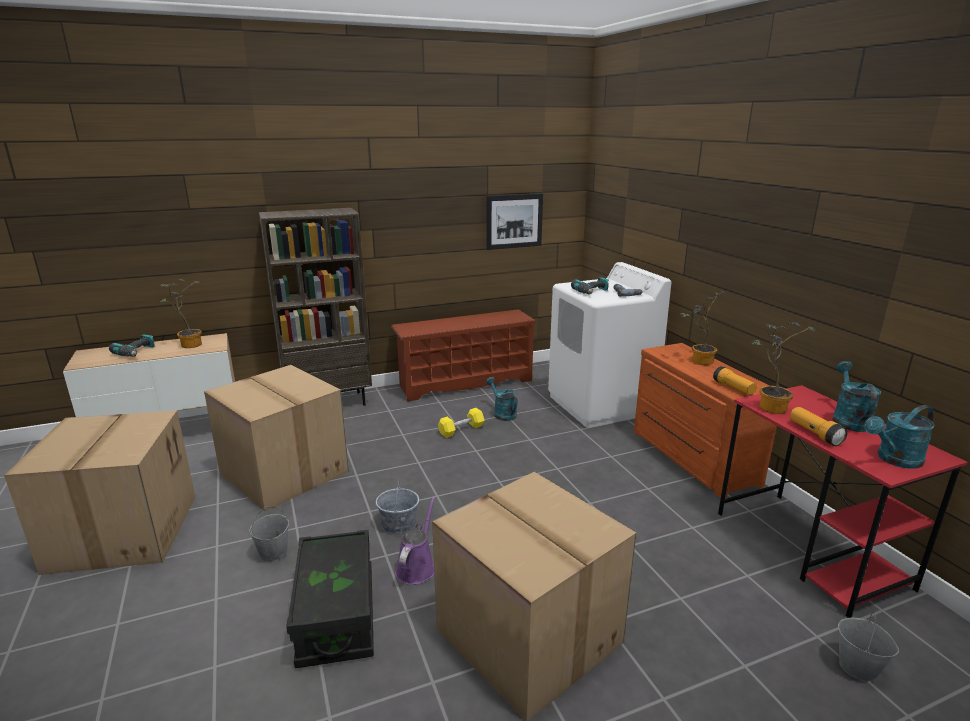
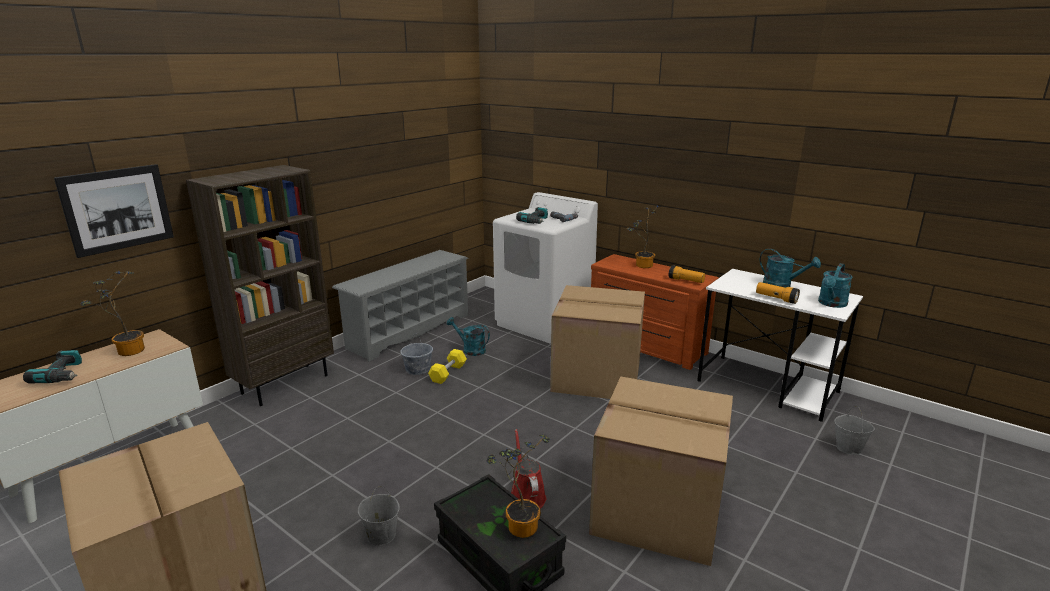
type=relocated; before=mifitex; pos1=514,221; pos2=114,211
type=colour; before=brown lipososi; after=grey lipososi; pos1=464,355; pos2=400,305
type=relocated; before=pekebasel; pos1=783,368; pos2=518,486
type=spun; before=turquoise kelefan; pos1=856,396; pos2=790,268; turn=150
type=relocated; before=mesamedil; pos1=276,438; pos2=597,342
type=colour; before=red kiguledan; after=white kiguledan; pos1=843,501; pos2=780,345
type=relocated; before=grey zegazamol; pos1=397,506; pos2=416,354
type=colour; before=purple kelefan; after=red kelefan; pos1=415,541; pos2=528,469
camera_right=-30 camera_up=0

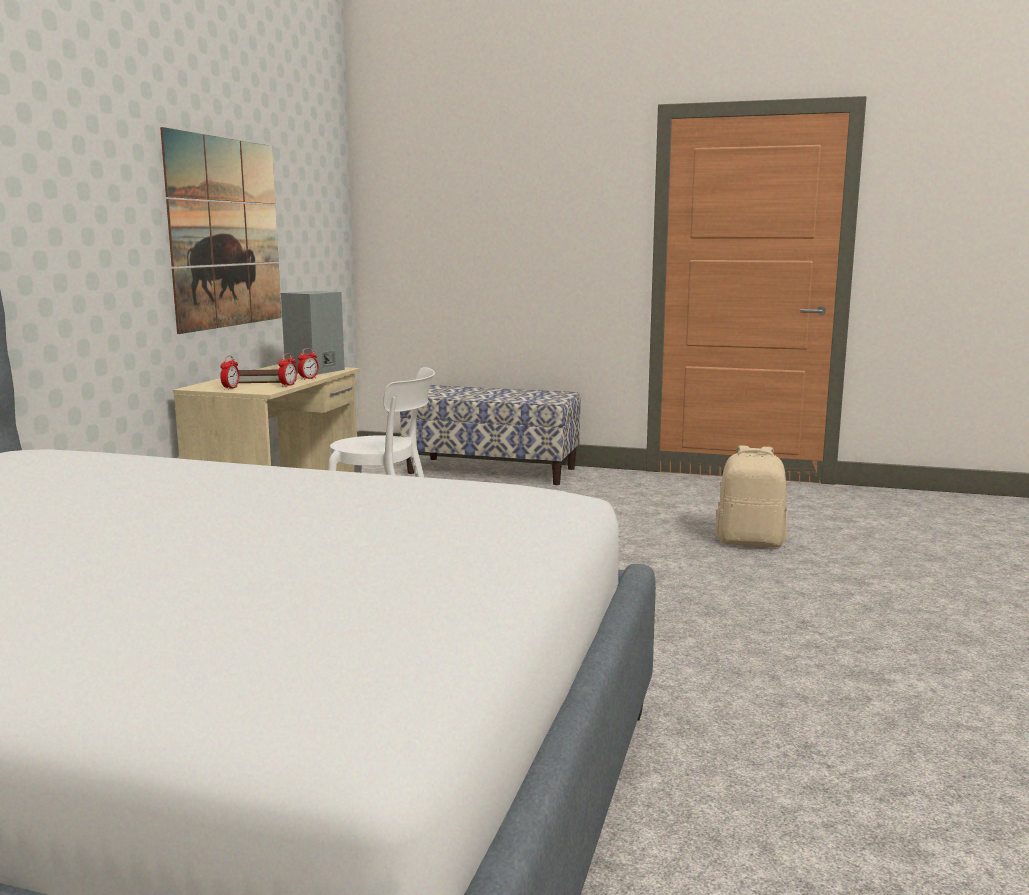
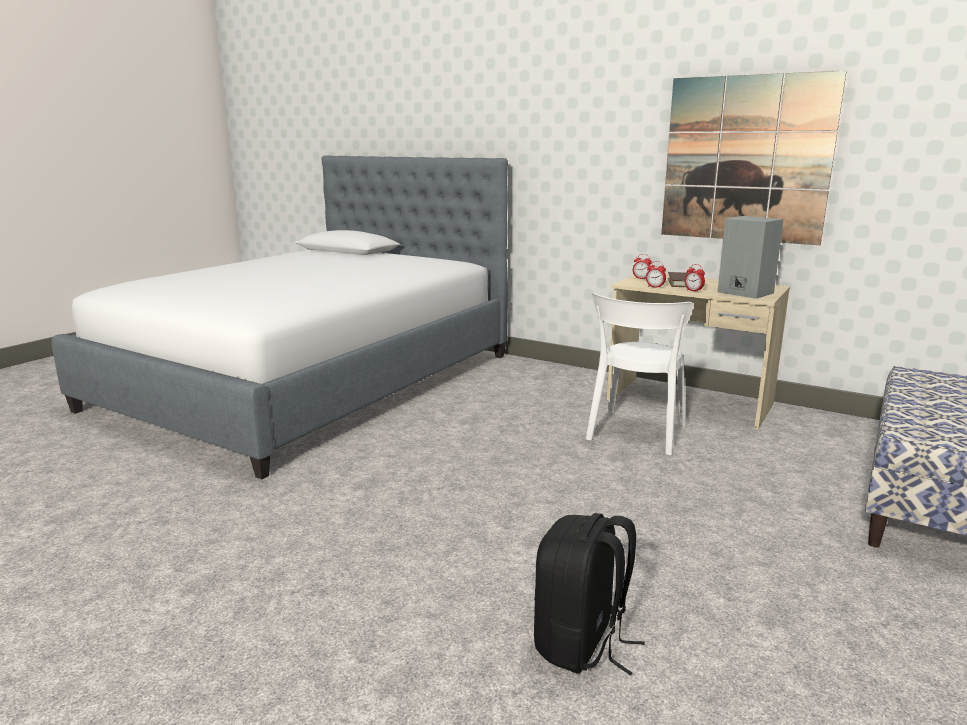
type=colour; before=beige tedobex; after=black tedobex; pos1=752,496; pos2=589,594
camera_right=105 camera_up=5

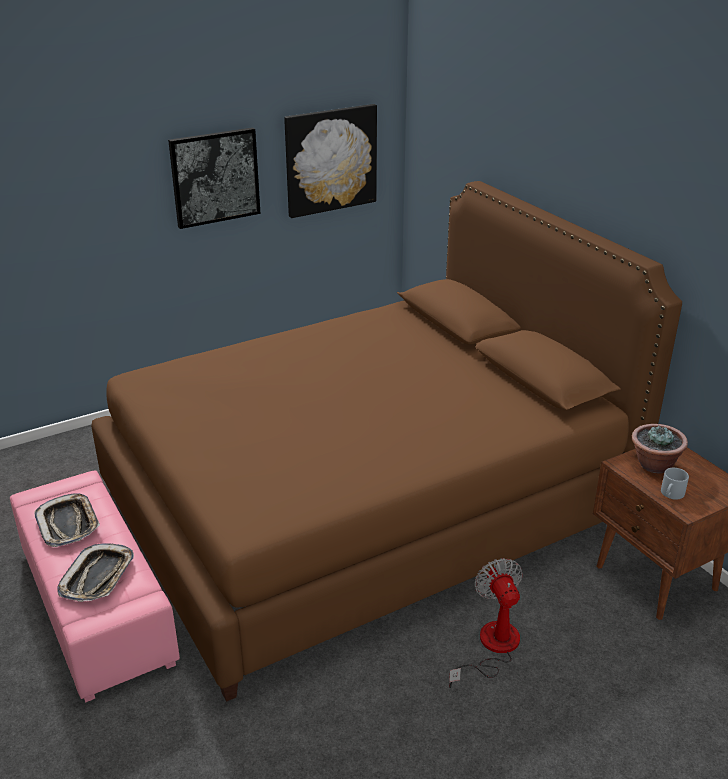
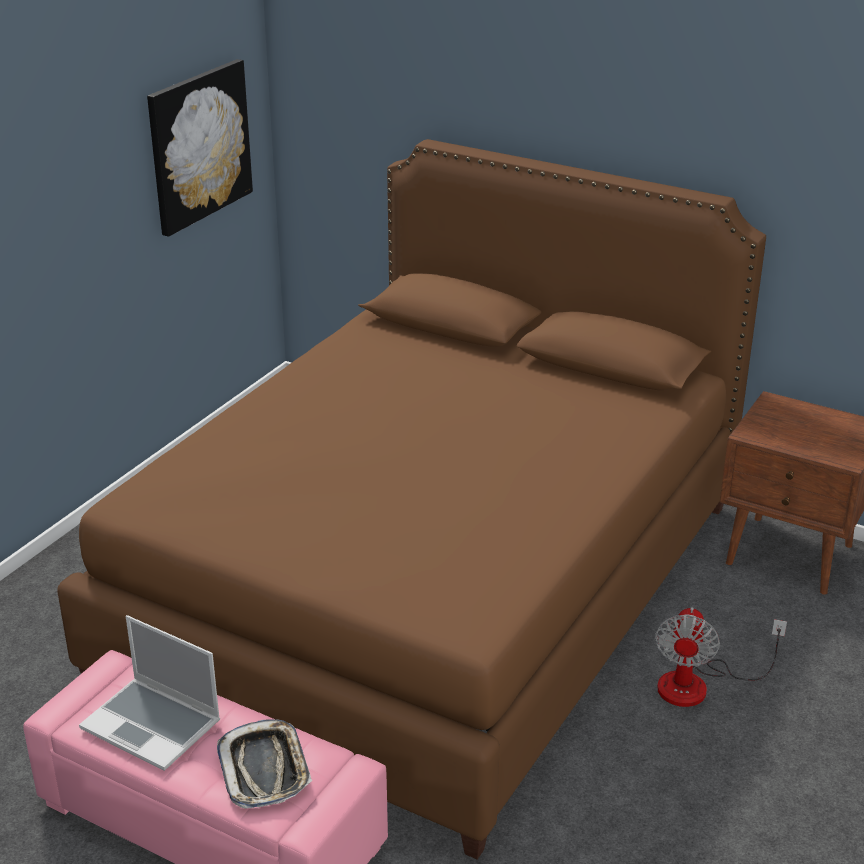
type=missing; before=mifitex; pos1=214,178
type=missing; before=pekebasel; pos1=660,448
type=missing; before=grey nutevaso; pos1=675,484
type=exchanged; before=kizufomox; after=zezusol; pos1=67,520; pos2=149,693
type=spun; before=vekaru; pos1=486,623; pos2=721,657; turn=-120
camera_right=-30 camera_up=0

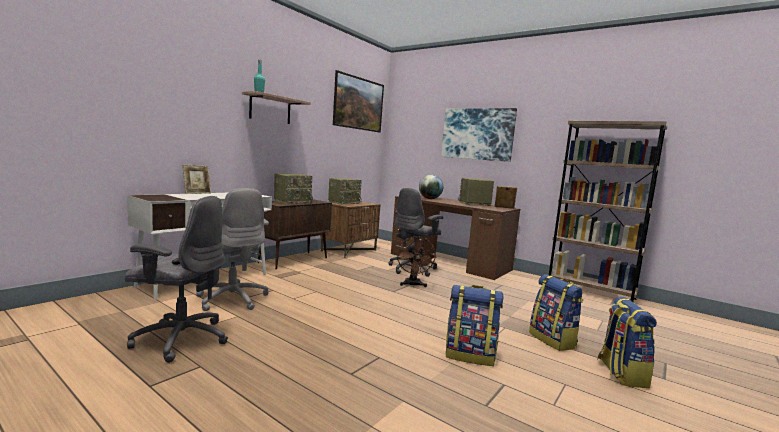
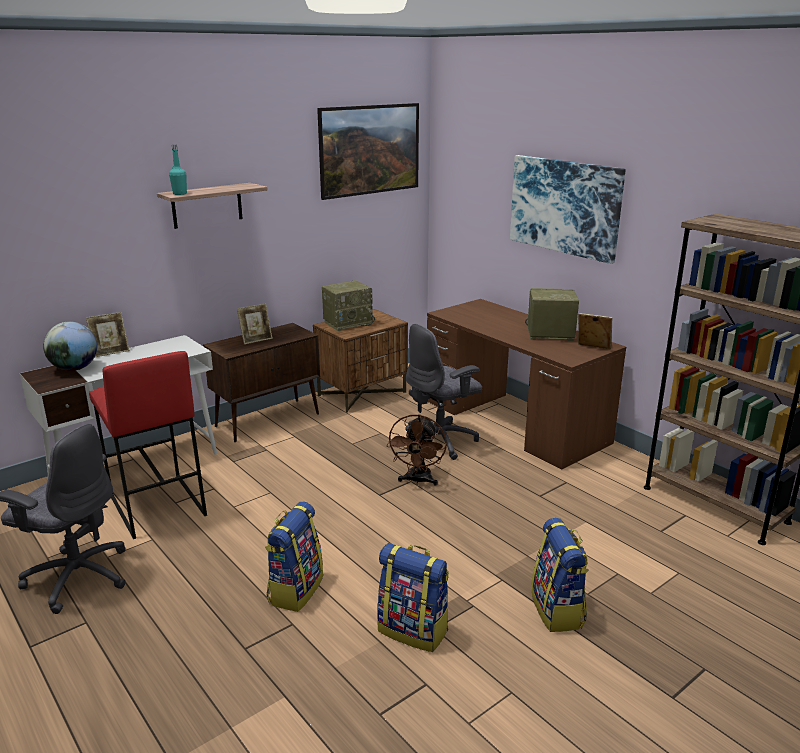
type=exchanged; before=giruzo; after=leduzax; pos1=293,188; pos2=255,324
type=relocated; before=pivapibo; pos1=431,187; pos2=70,346
type=exchanged; before=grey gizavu; after=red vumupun; pos1=232,249; pos2=148,445
type=relocated; before=tedobex; pos1=627,342; pos2=294,557
camera_right=15 camera_up=15

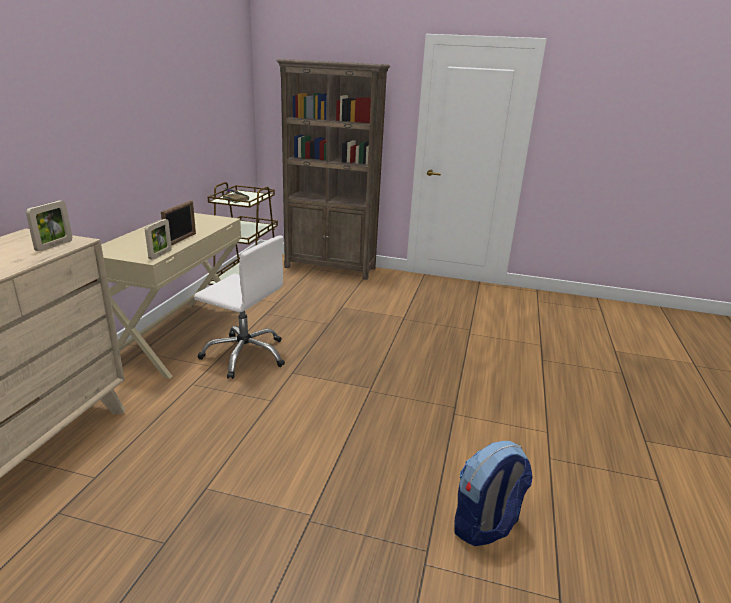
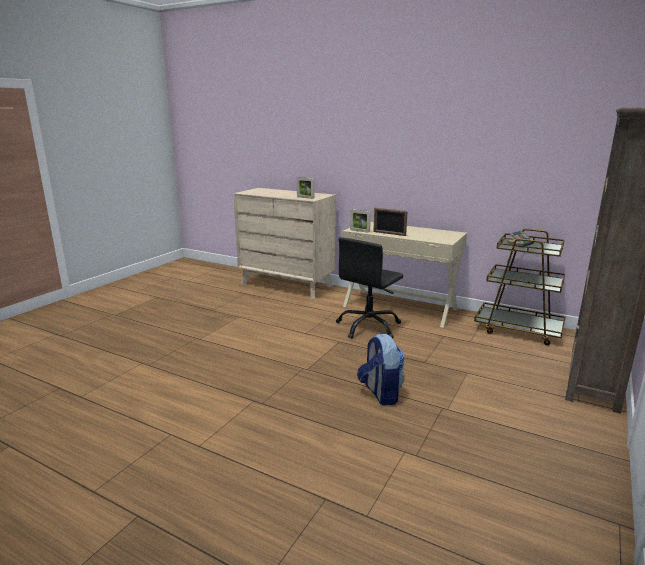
type=colour; before=white gizavu; after=black gizavu; pos1=239,307; pos2=369,288
type=relocated; before=tedobex; pos1=493,493; pos2=381,369
camera_right=105 camera_up=-5

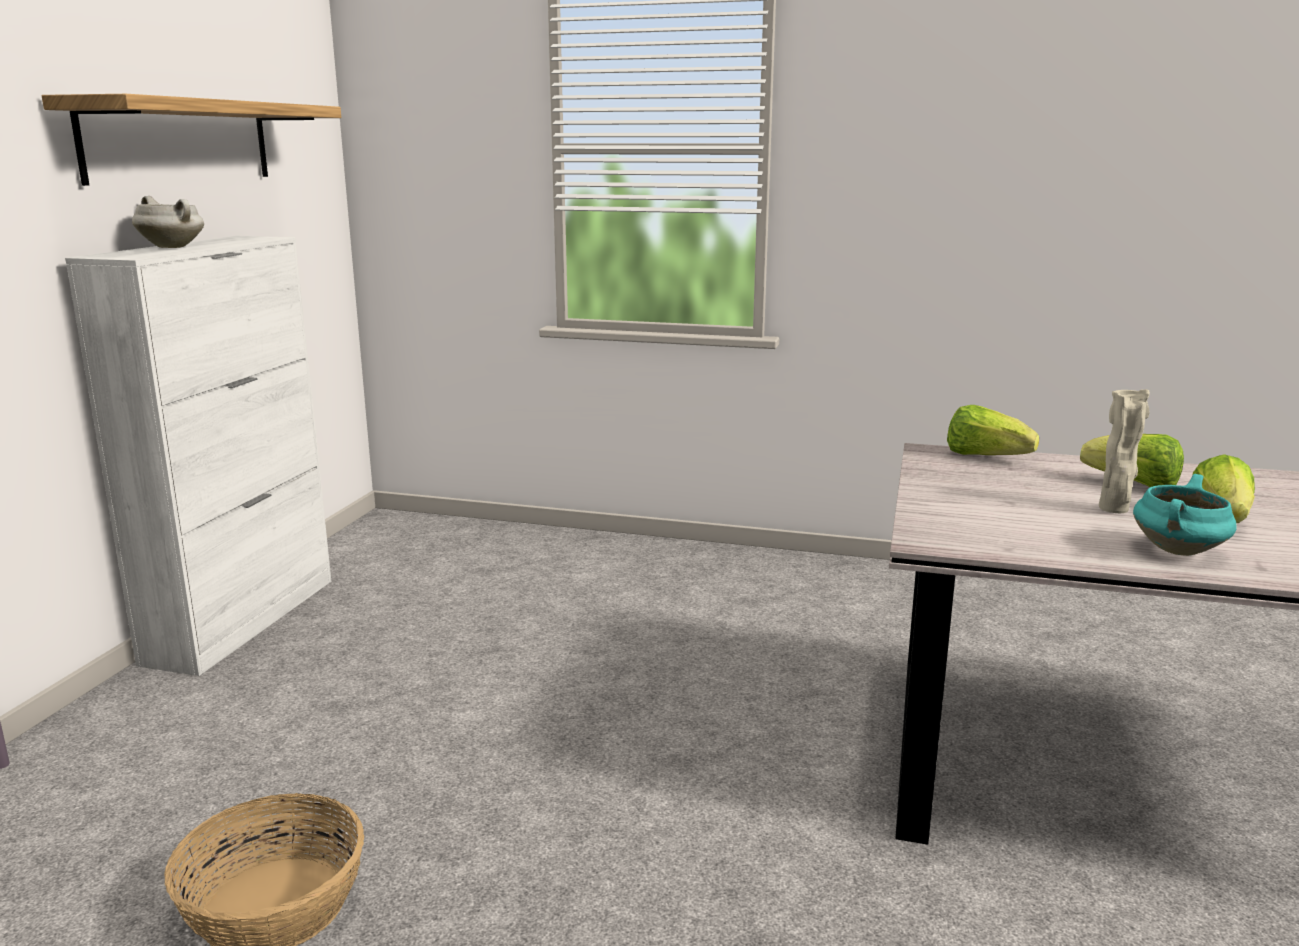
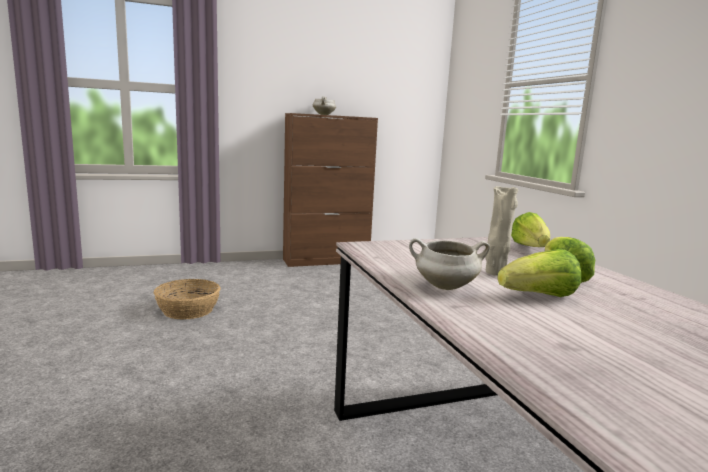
type=missing; before=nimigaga; pos1=191,140
type=colour; before=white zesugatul; after=brown zesugatul; pos1=198,456; pos2=330,190
type=colour; before=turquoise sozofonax; after=white sozofonax; pos1=1185,515; pos2=449,264
camera_right=55 camera_up=-5

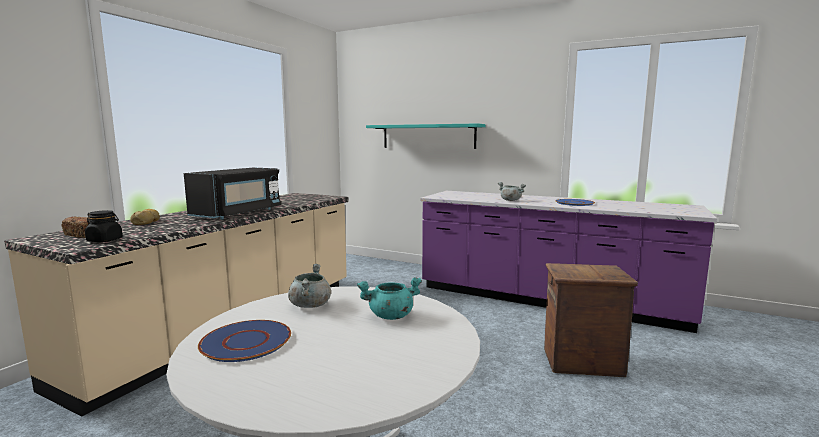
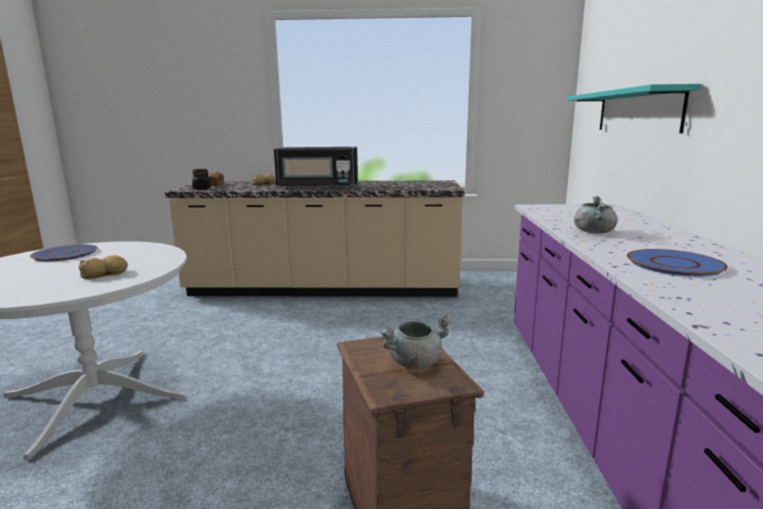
type=relocated; before=grey sozofonax; pos1=309,286; pos2=416,342
type=exchanged; before=turquoise sozofonax; after=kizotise; pos1=389,298; pos2=103,267
camera_right=65 camera_up=5

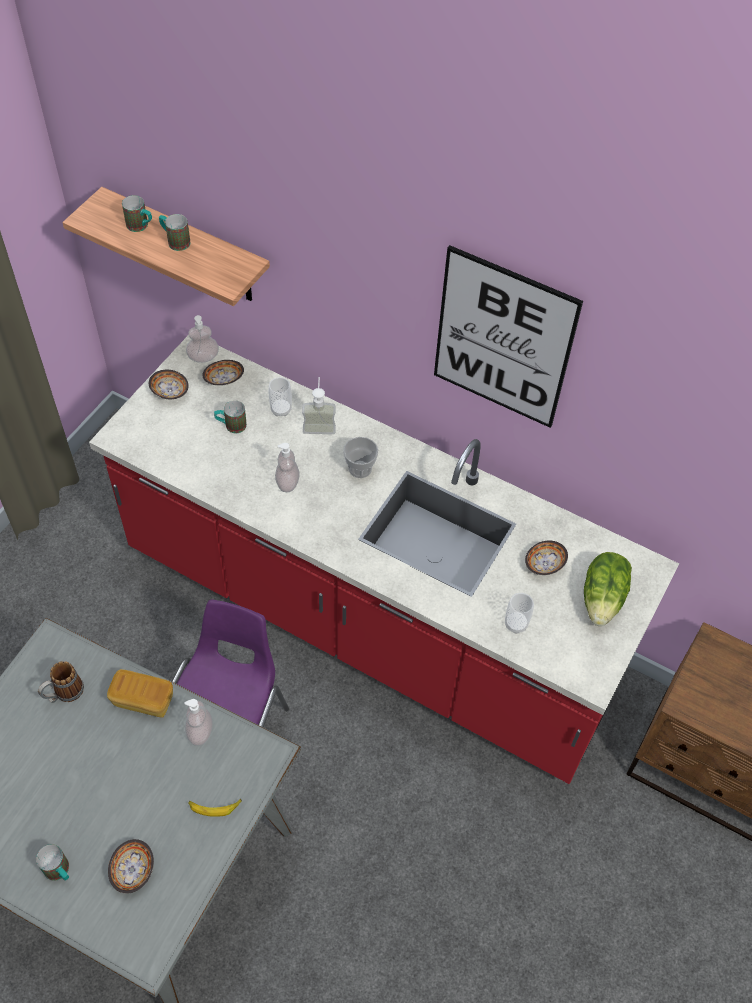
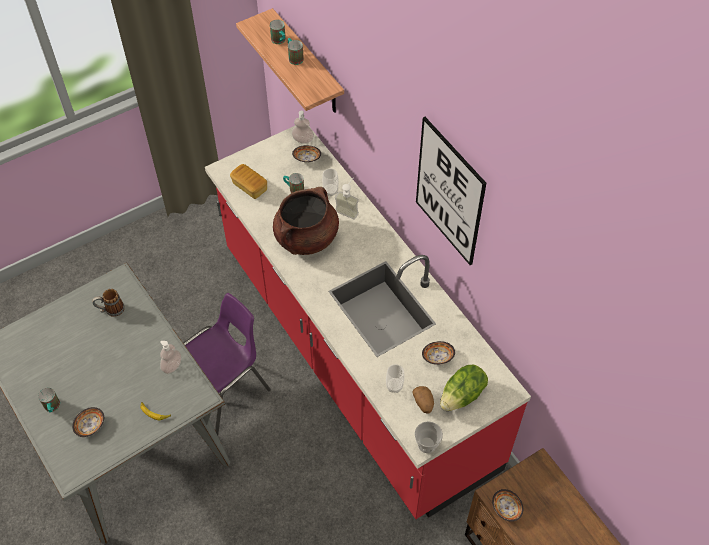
type=relocated; before=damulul; pos1=169,384; pos2=507,505
type=relocated; before=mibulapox; pos1=360,457; pos2=429,437
type=exchanged; before=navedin; after=brown sozofonax; pos1=287,467; pos2=306,221
type=relocated; before=kizotise; pos1=140,693; pos2=248,181
type=appeared; after=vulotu; pos2=423,400
camera_right=30 camera_up=0

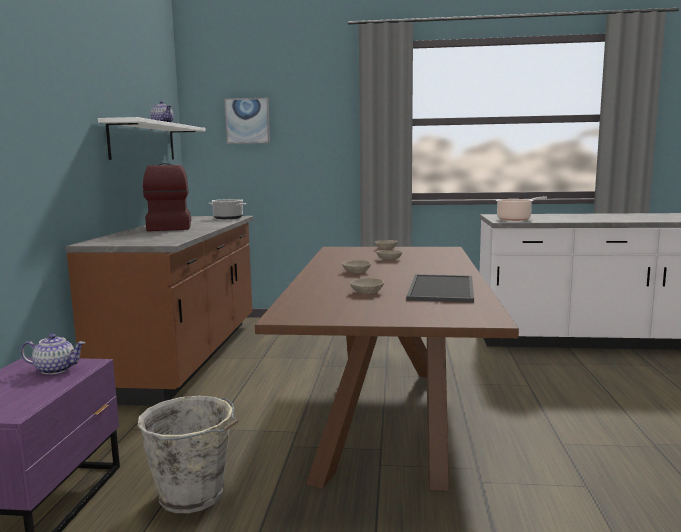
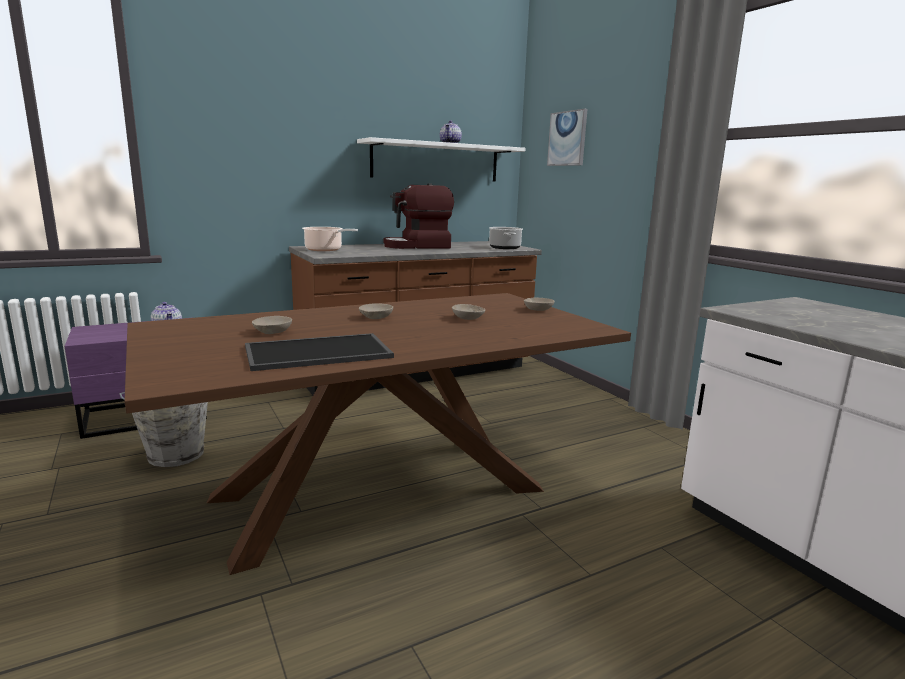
type=spun; before=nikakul; pos1=167,197; pos2=418,216; turn=-150
type=relocated; before=sozofonax; pos1=521,209; pos2=330,239
camera_right=55 camera_up=5

